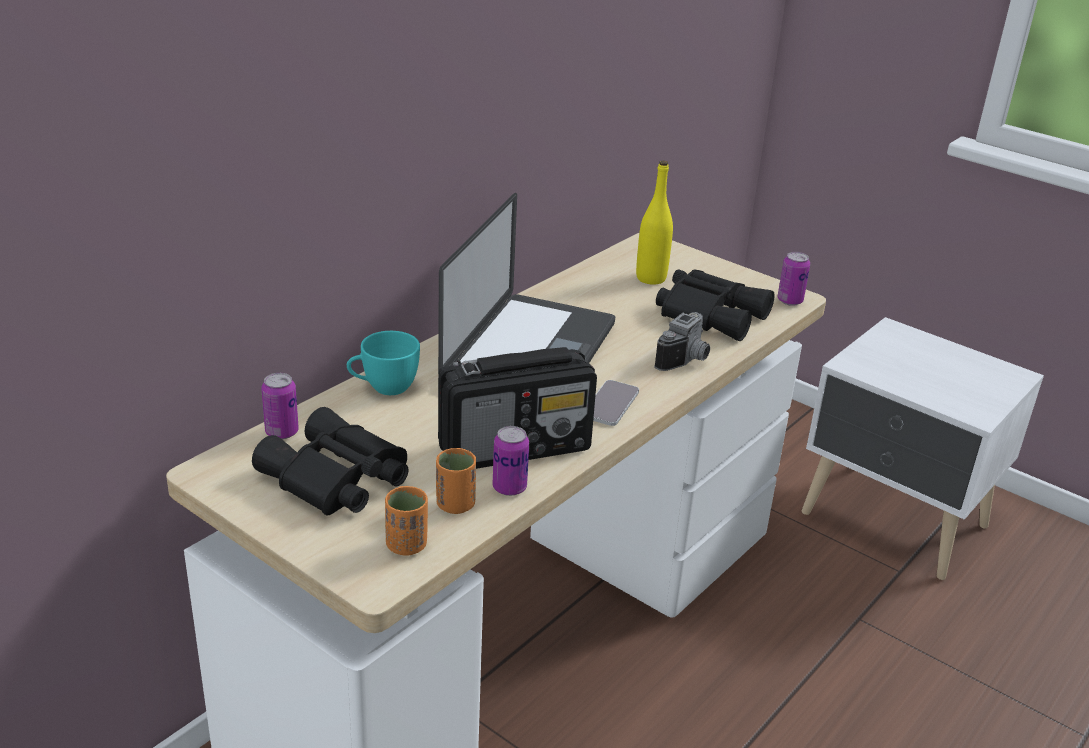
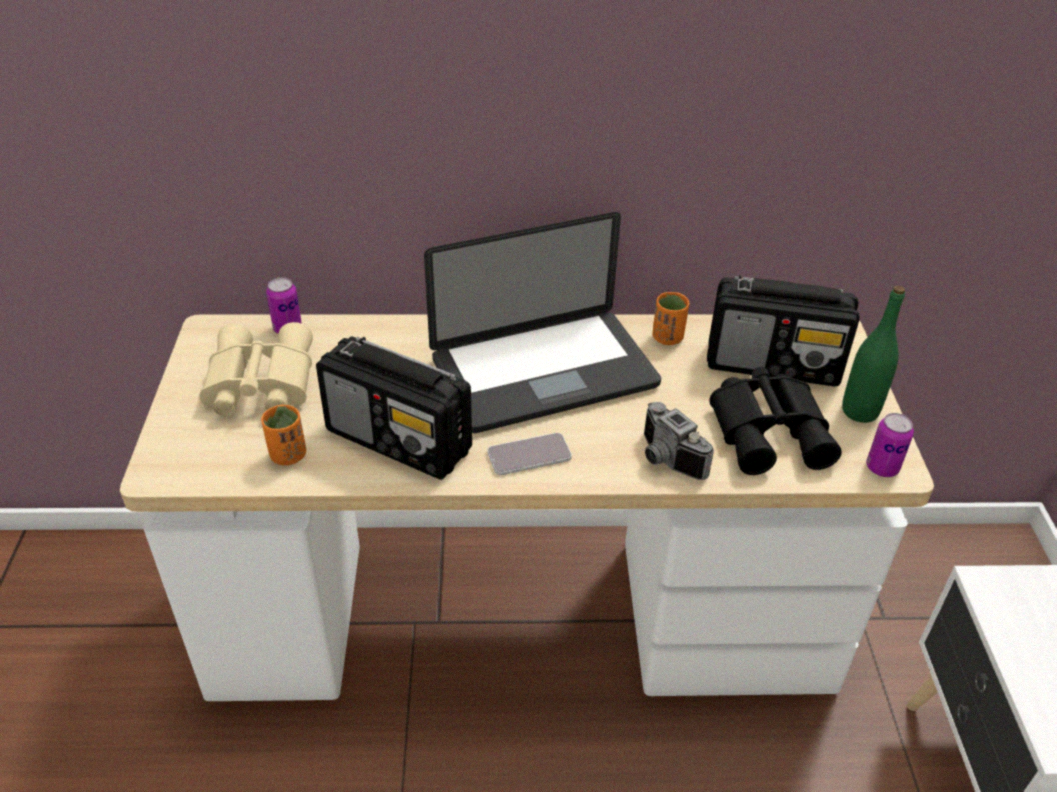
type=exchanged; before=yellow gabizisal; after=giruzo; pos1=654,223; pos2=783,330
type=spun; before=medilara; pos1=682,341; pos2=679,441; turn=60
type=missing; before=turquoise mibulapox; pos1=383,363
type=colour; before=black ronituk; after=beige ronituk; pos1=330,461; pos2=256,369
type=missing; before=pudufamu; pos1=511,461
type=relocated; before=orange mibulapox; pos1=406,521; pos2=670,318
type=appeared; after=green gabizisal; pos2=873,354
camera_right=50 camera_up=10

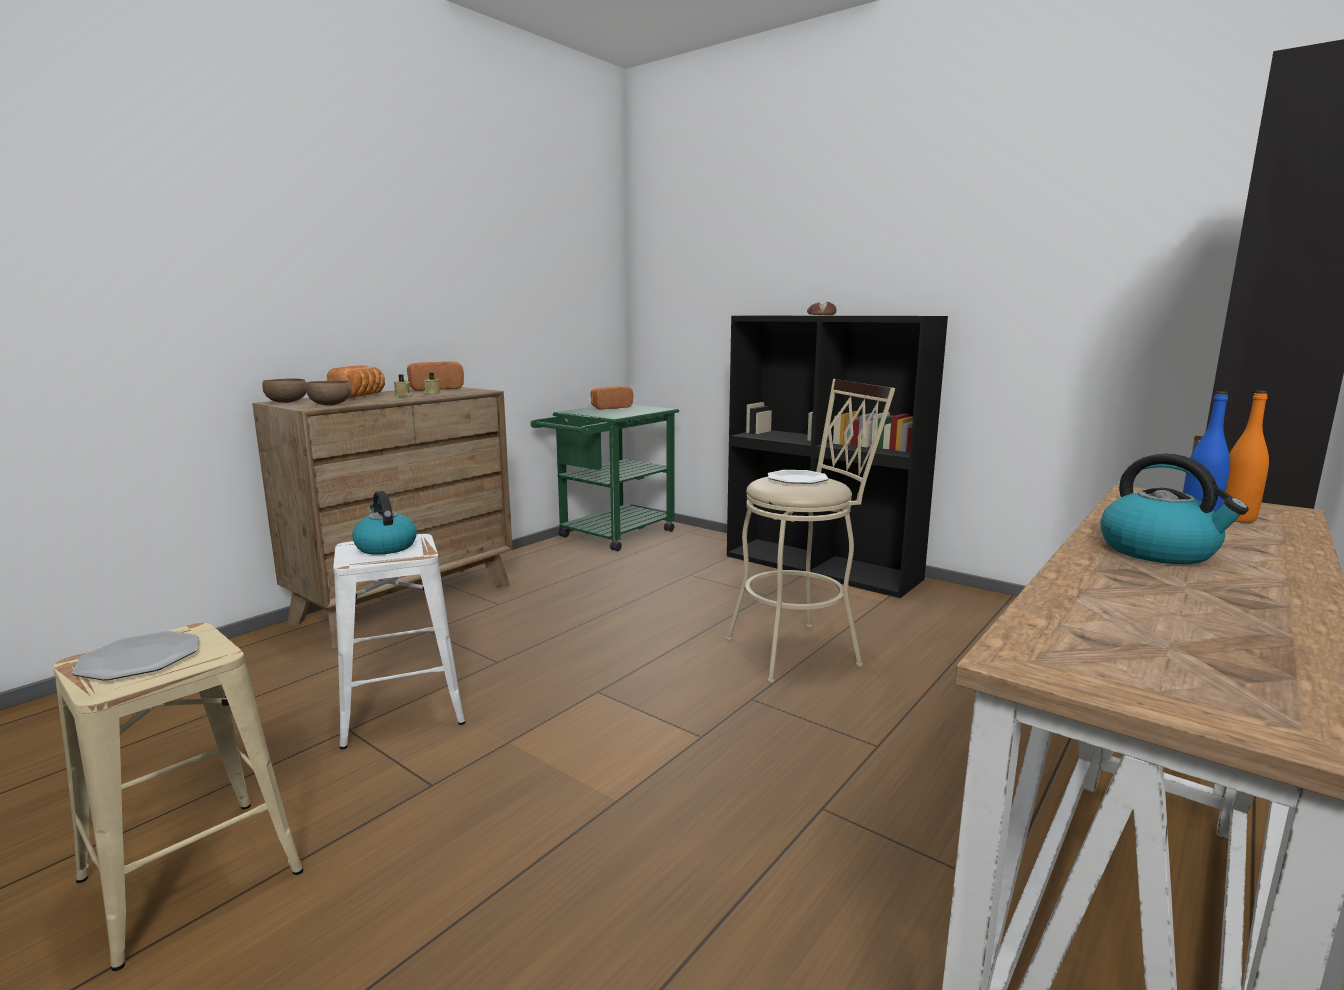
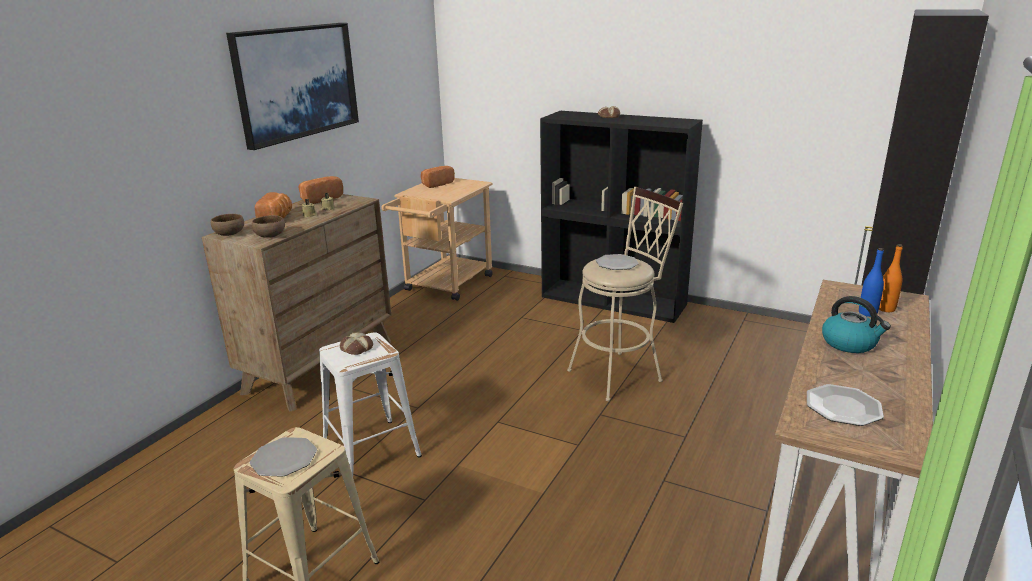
type=colour; before=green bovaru; after=beige bovaru; pos1=605,478; pos2=437,239
type=exchanged; before=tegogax; after=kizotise; pos1=384,523; pos2=356,343
type=appeared; after=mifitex; pos2=292,86
type=appeared; after=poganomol; pos2=845,405
camera_right=-10 camera_up=10

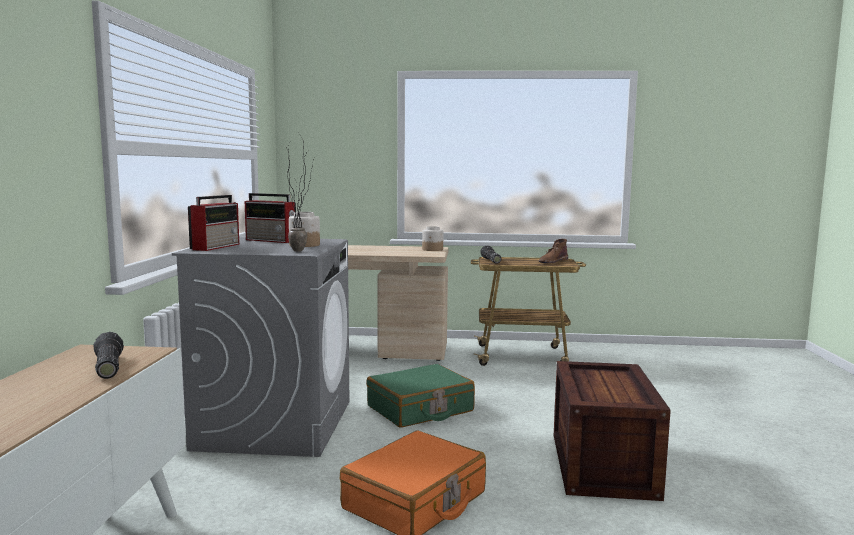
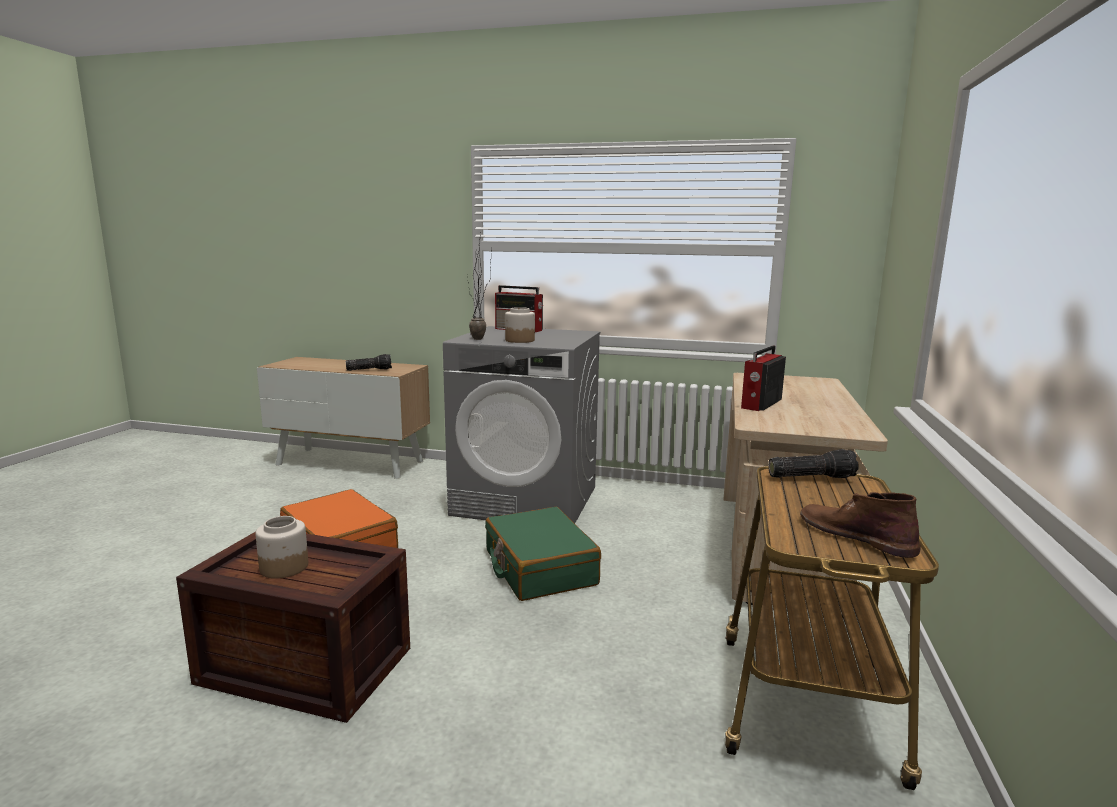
type=relocated; before=giruzo; pos1=270,218; pos2=763,378
type=relocated; before=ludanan; pos1=432,238; pos2=282,547
camera_right=100 camera_up=5

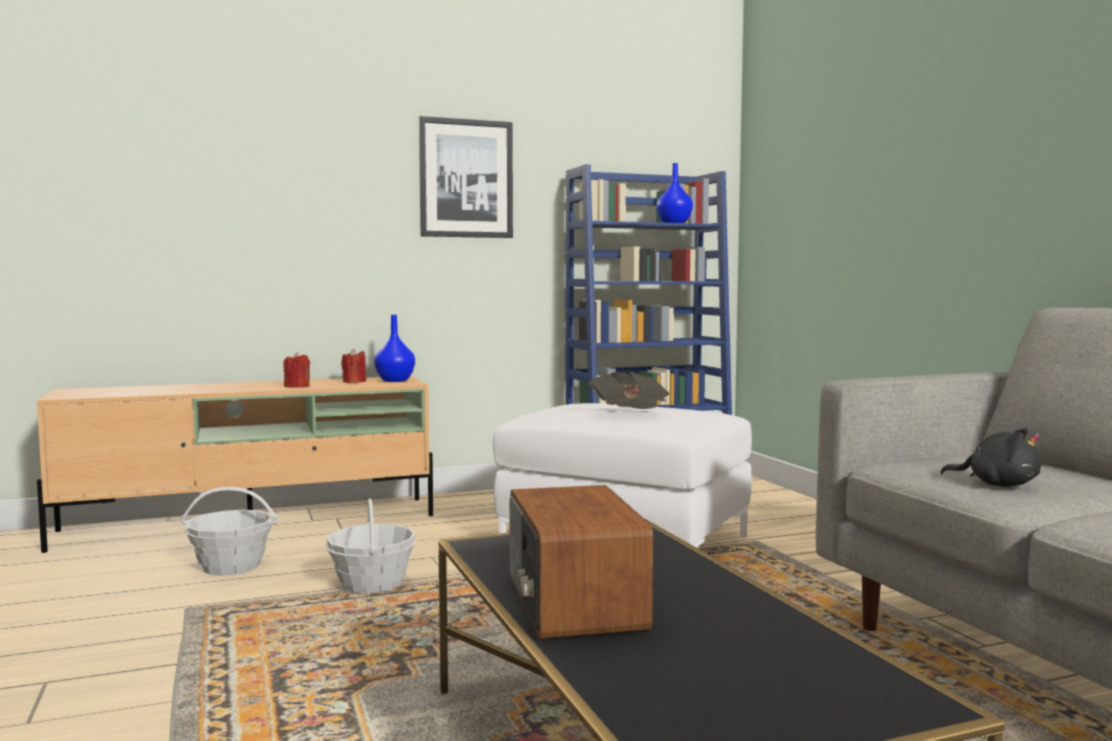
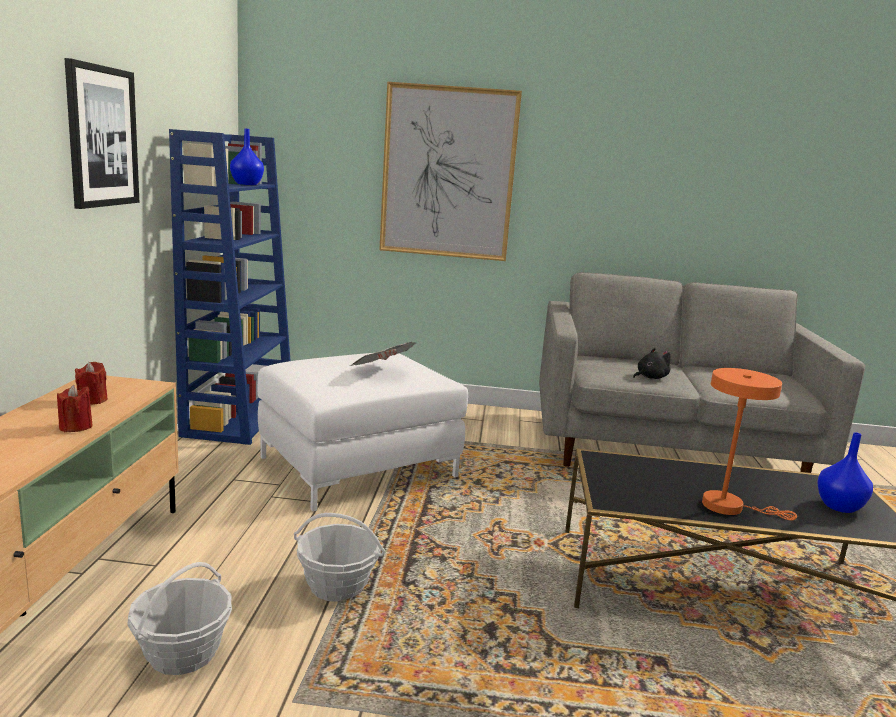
type=relocated; before=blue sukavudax; pos1=394,348; pos2=845,472
type=exchanged; before=giruzo; after=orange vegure; pos1=581,561; pos2=749,444
type=appeared; after=mifitex; pos2=450,171
camera_right=-65 camera_up=10

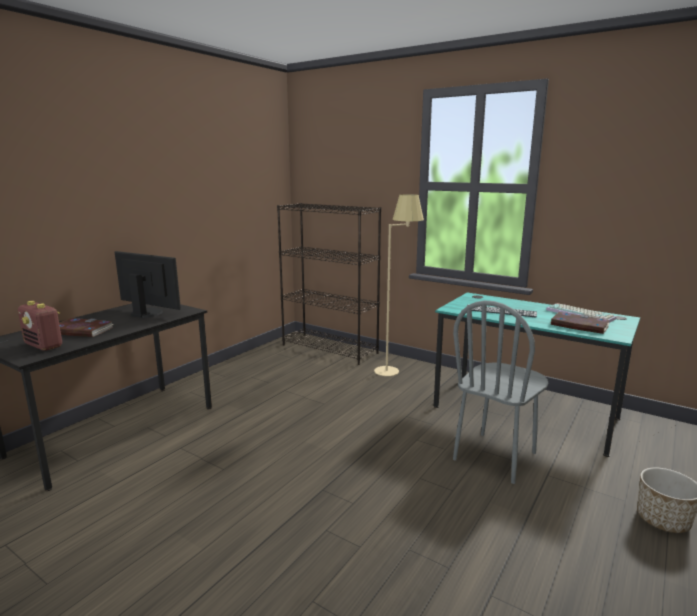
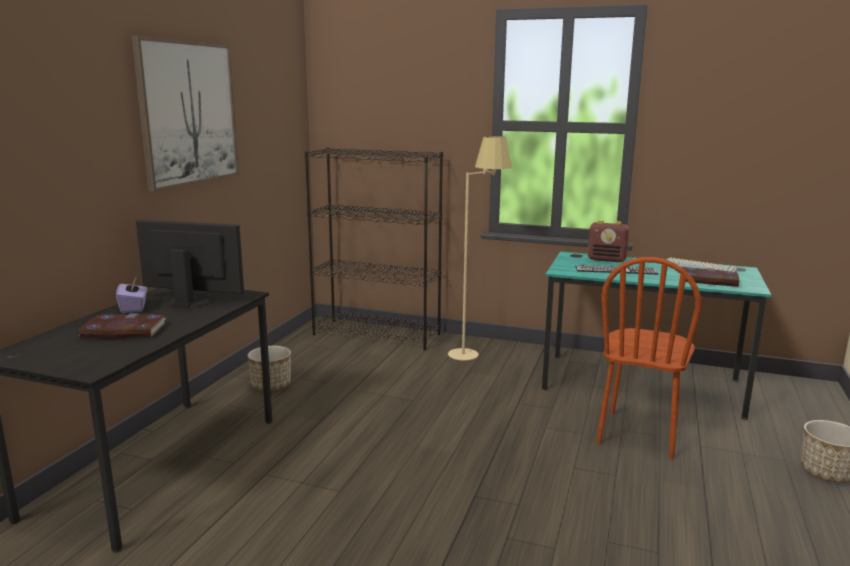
type=relocated; before=giruzo; pos1=40,326; pos2=608,241
type=colour; before=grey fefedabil; after=brown fefedabil; pos1=500,392; pos2=649,358
type=appeared; after=mifitex; pos2=185,114
type=appeared; after=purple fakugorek; pos2=131,295
type=appeared; after=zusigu; pos2=269,368
camera_right=-15 camera_up=0

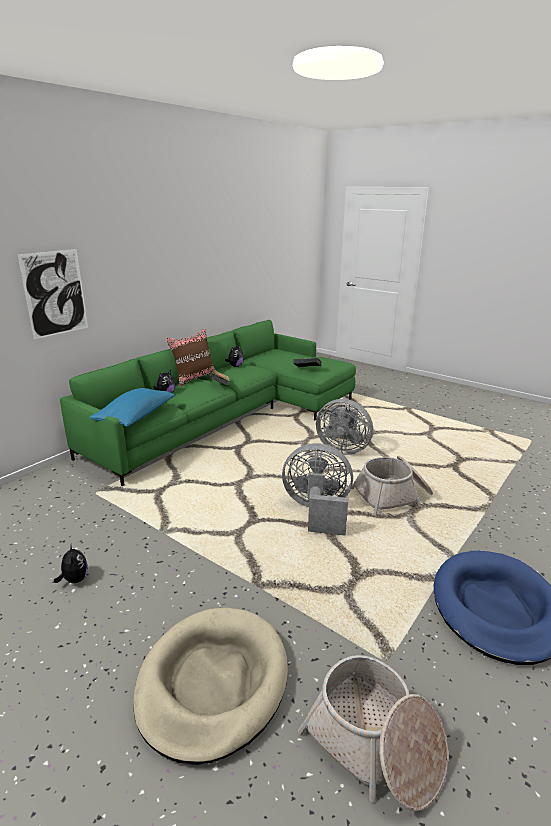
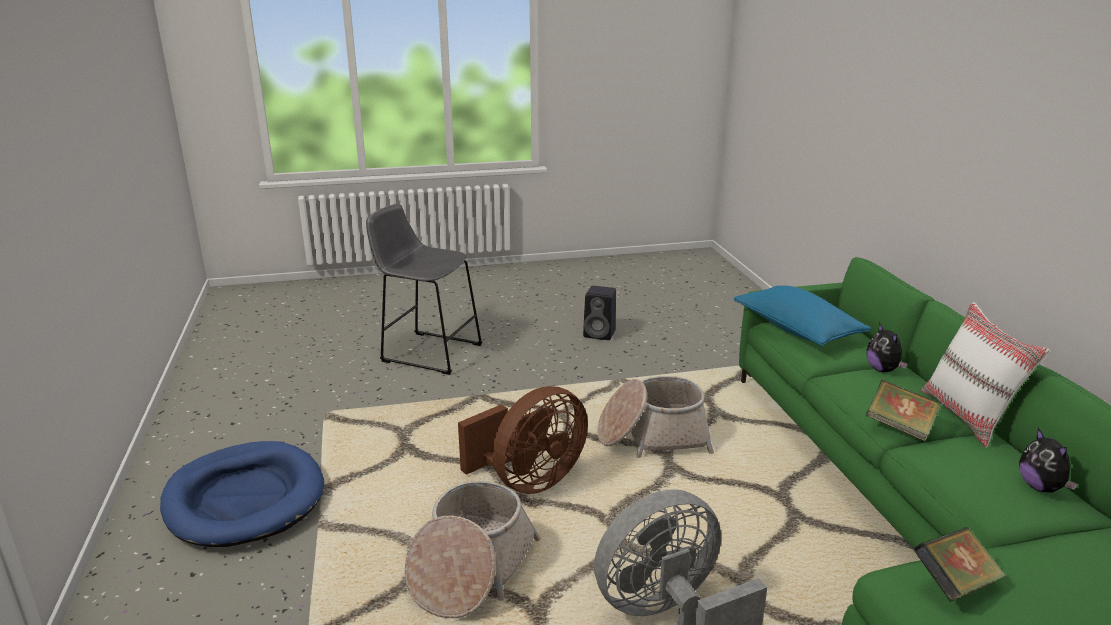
type=missing; before=mifitex; pos1=53,294
type=colour; before=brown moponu; after=white moponu; pos1=190,357; pos2=985,375
type=colour; before=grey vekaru; after=brown vekaru; pos1=317,489; pos2=523,440
type=exchanged; before=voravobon; after=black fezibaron; pos1=71,564; pos2=599,313
type=exchanged; before=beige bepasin; after=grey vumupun; pos1=210,686; pos2=424,289
type=relocated; before=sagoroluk; pos1=373,733; pos2=655,417
camera_right=130 camera_up=0

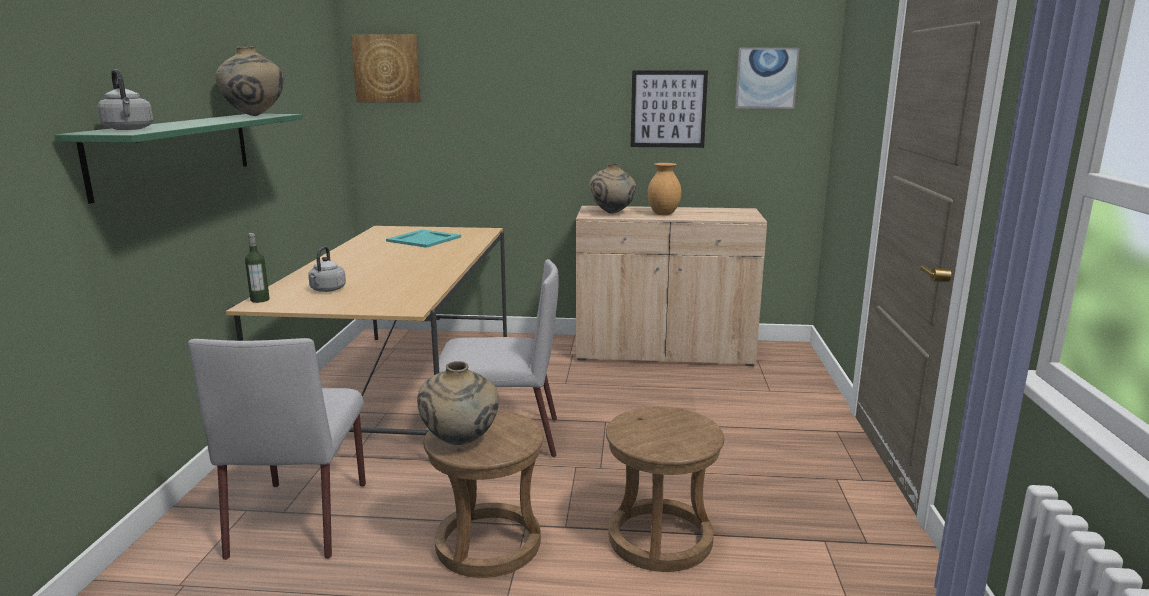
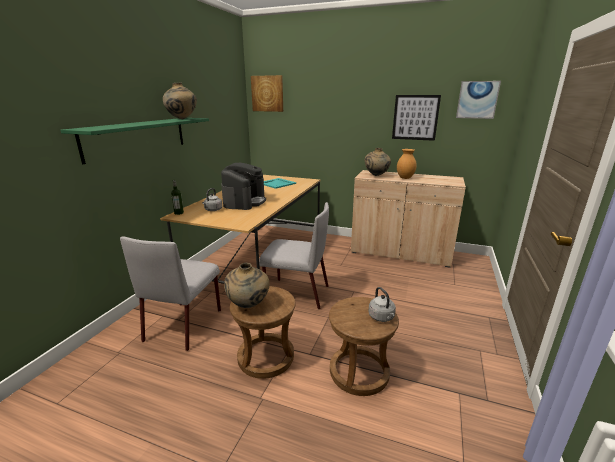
type=relocated; before=grey tegogax; pos1=125,99; pos2=382,304
type=appeared; after=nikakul; pos2=243,186
camera_right=15 camera_up=5

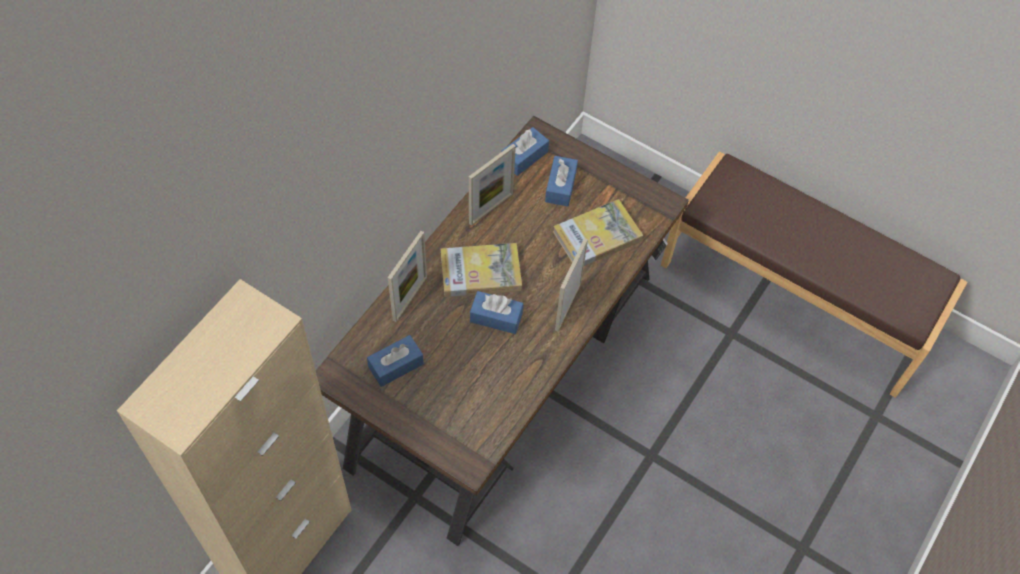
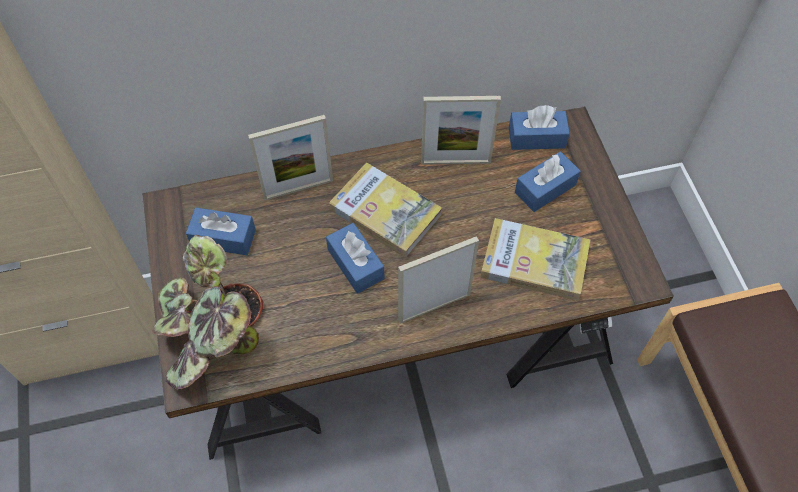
type=appeared; after=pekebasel; pos2=207,312
camera_right=45 camera_up=0

